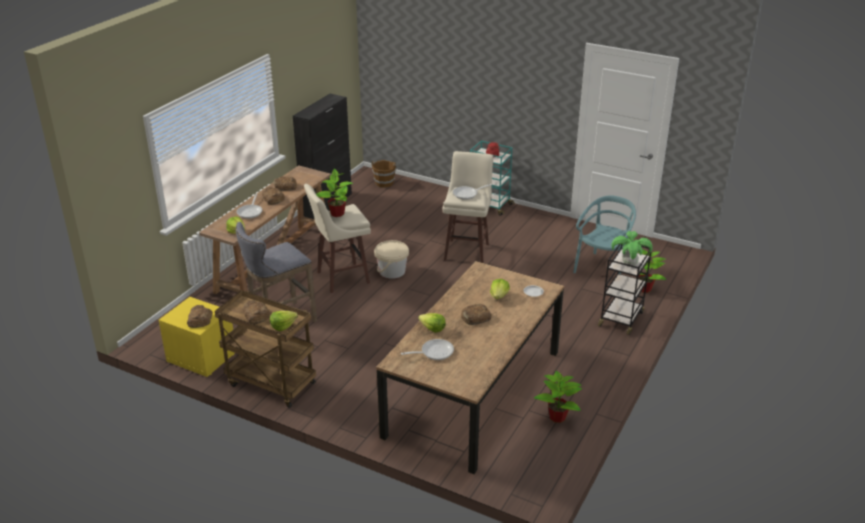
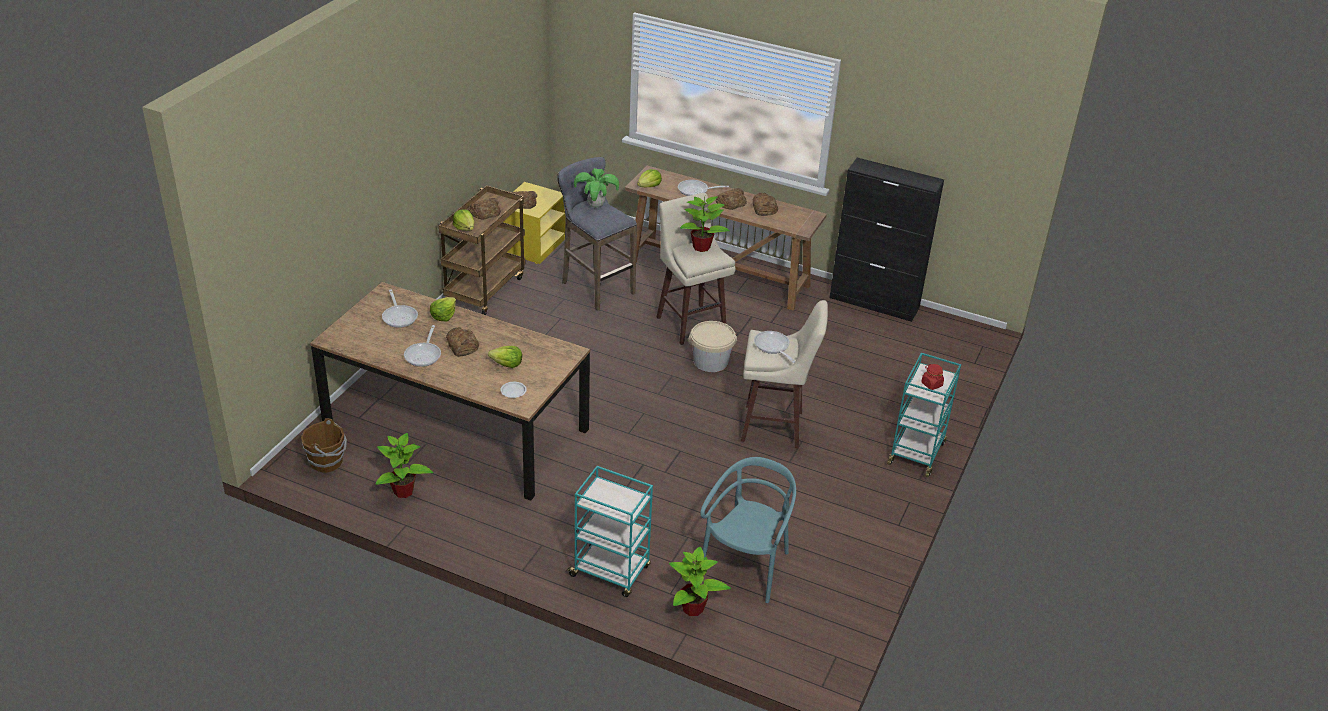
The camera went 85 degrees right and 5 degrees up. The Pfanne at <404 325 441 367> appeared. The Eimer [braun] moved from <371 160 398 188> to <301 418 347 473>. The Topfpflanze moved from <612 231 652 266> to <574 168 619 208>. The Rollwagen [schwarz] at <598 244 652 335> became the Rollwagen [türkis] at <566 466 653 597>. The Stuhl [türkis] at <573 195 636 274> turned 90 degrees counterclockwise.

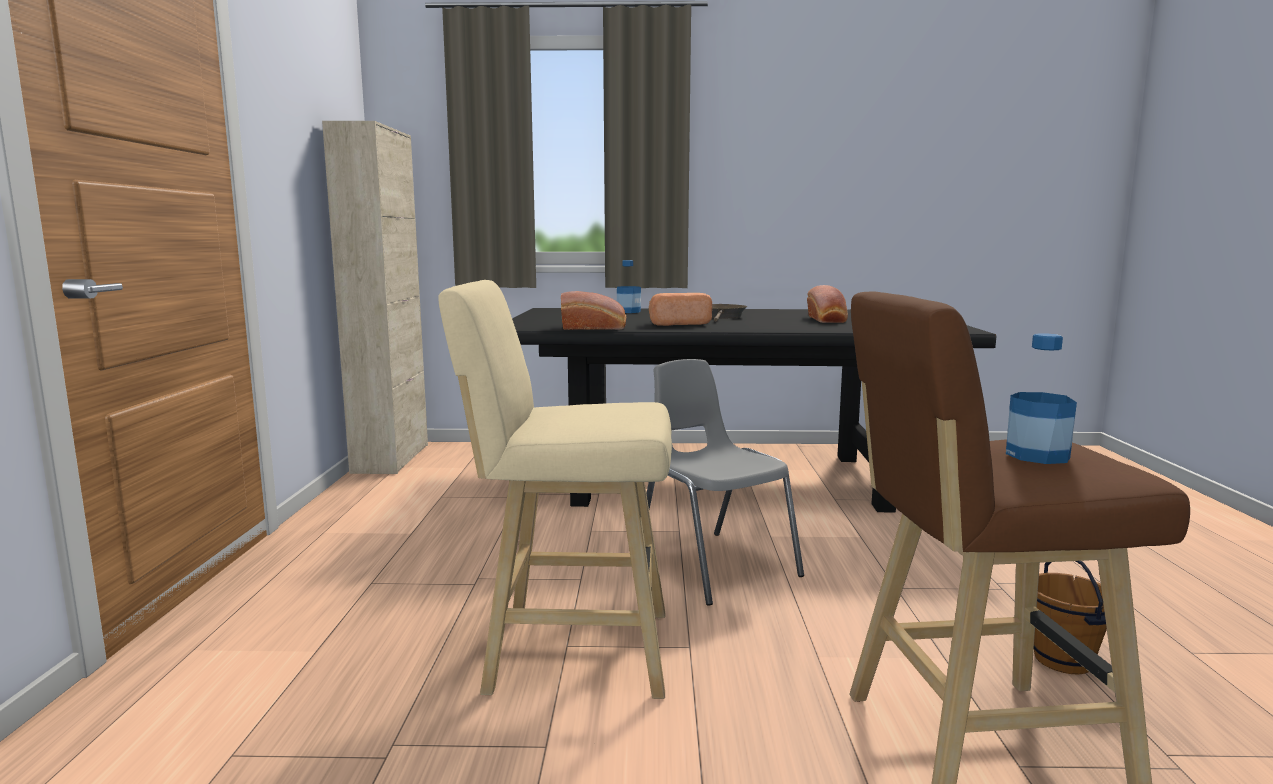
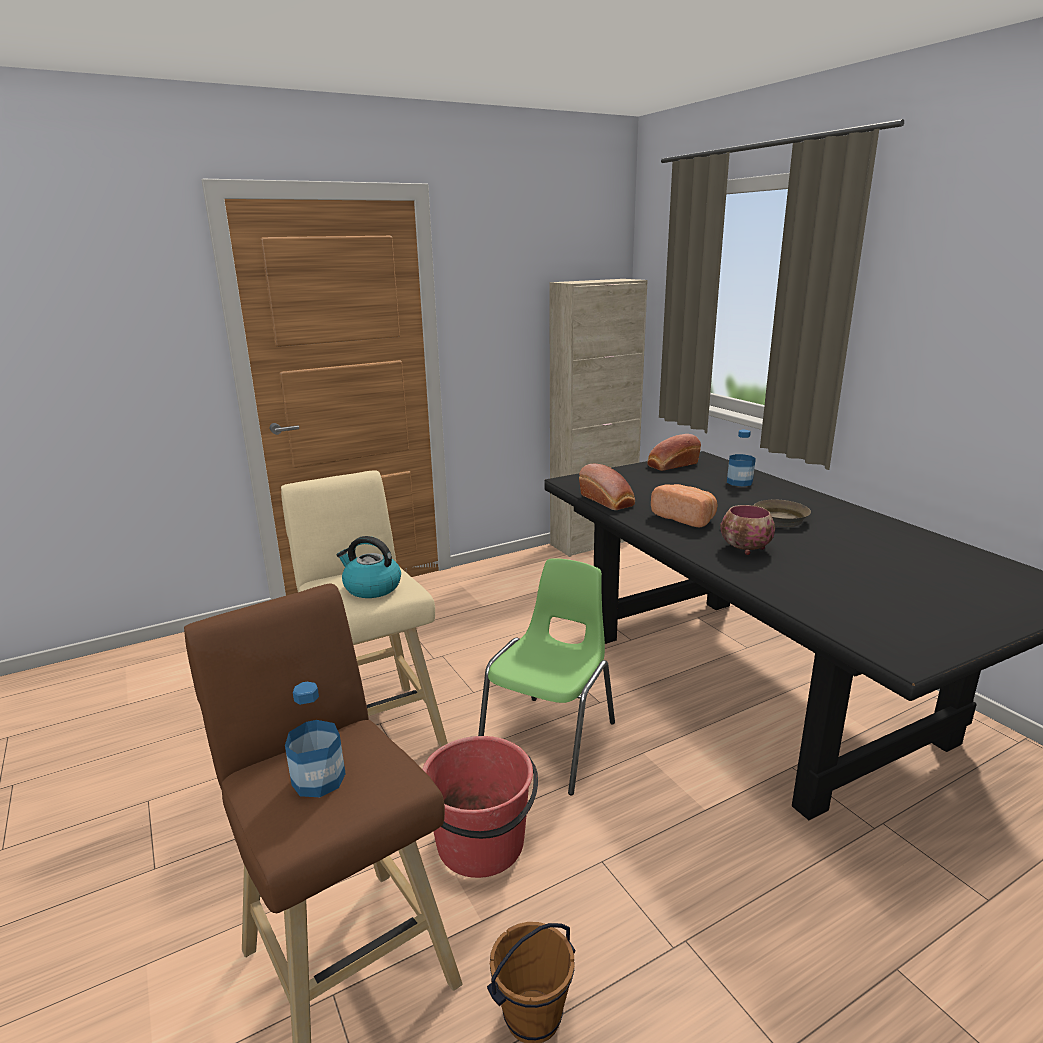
The camera went 60 degrees right and 10 degrees up. The Wasserkessel at <337 536 401 598> appeared. The Eimer [rot] at <422 736 538 878> appeared. The Schüssel at <720 505 775 555> appeared. The Brot moved from <807 285 848 323> to <647 434 701 471>. The Stuhl [grau] at <646 359 804 606> became the Stuhl [grün] at <478 559 615 796>.

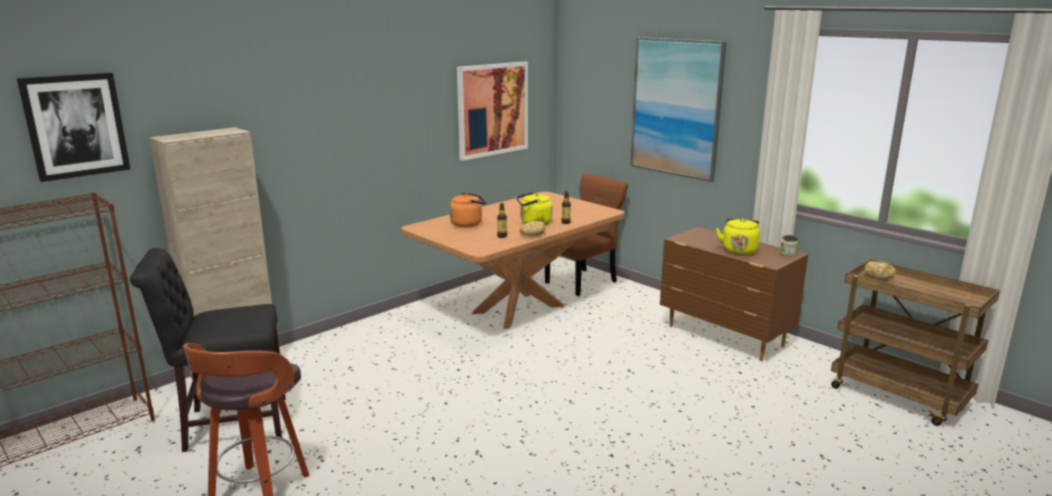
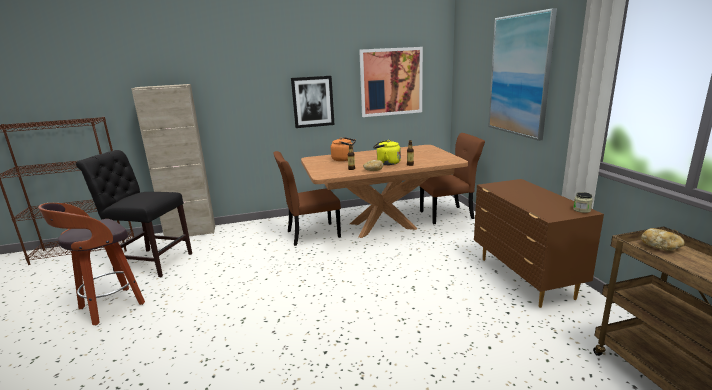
The camera went 30 degrees right and 0 degrees up. The Wasserkessel [gelb] at <716 218 760 255> disappeared. The Stuhl [braun] at <273 151 341 246> appeared. The Bild moved from <17 73 130 182> to <291 76 335 128>.

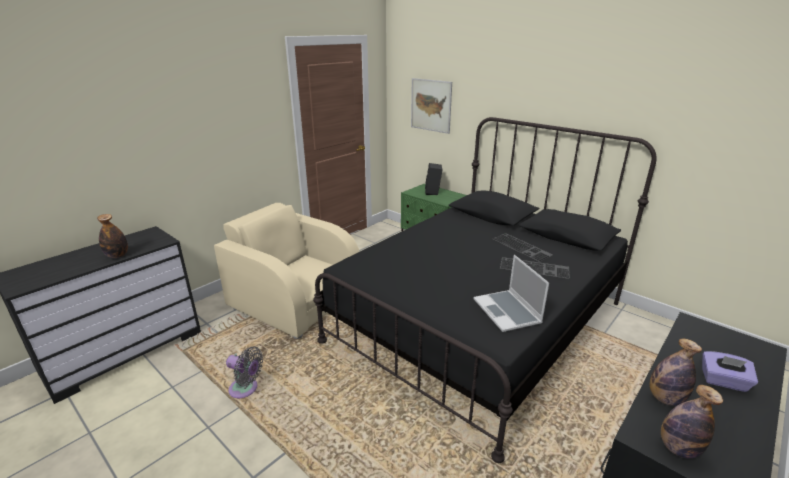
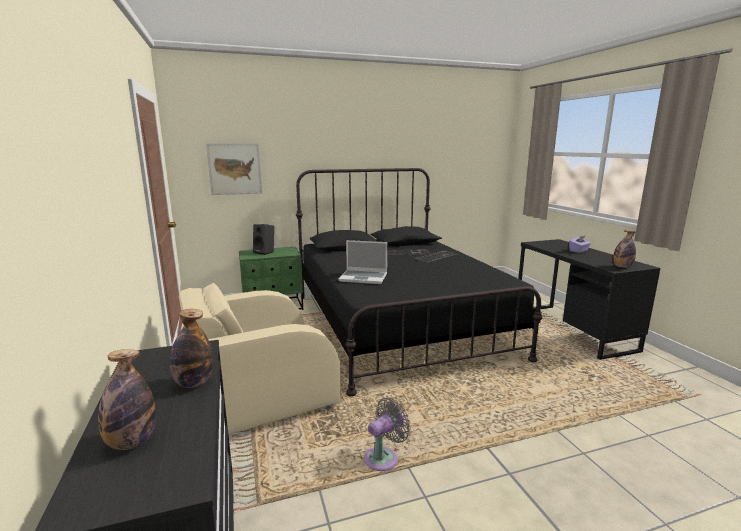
The camera went 60 degrees left and 10 degrees down. The Laptop moved from <473 255 549 332> to <338 240 387 284>. The Flasche moved from <650 338 702 406> to <98 349 156 450>.

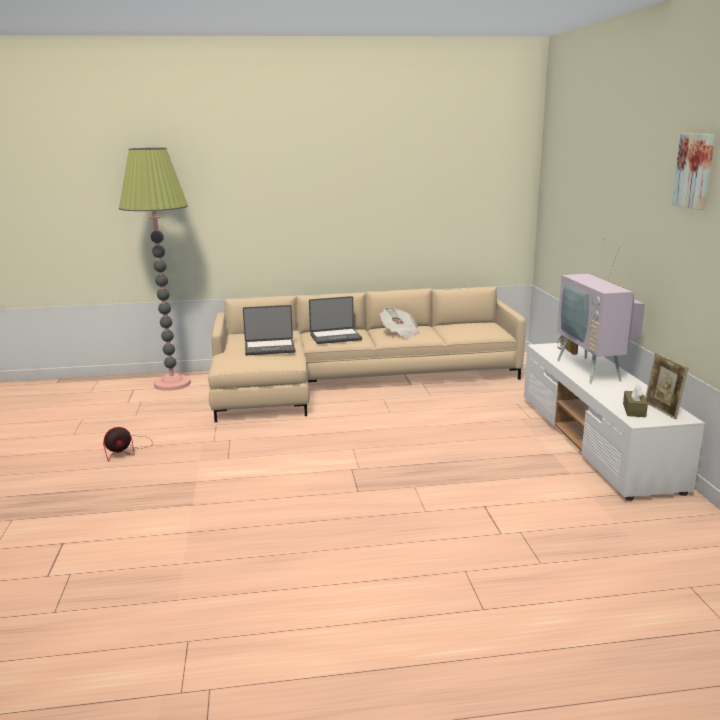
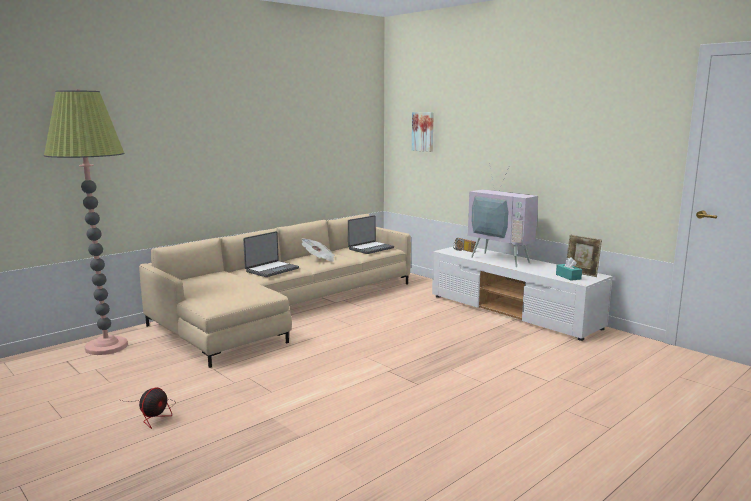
The camera went 35 degrees left and 5 degrees down. The Laptop moved from <243 305 295 355> to <348 215 394 254>. The Bild moved from <672 134 715 210> to <412 112 434 152>. The Taschentuchbox [braun] at <623 384 648 417> became the Taschentuchbox [türkis] at <556 257 582 281>.

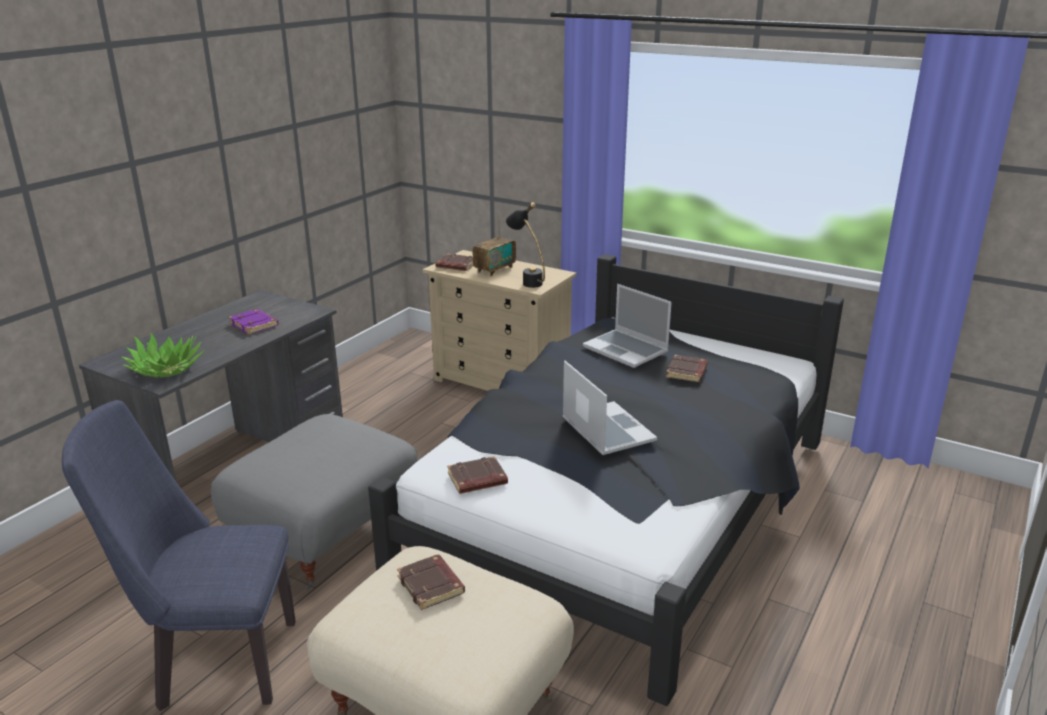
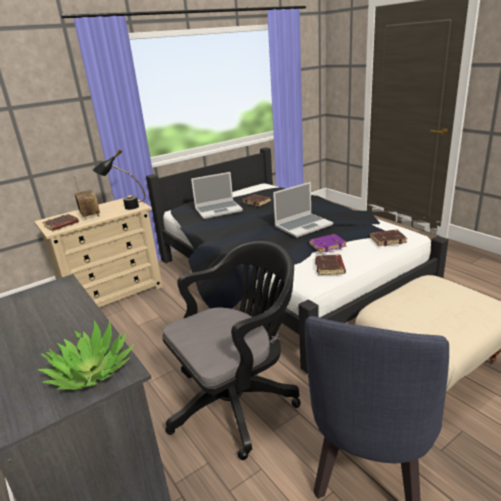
The camera went 65 degrees left and 0 degrees up. The Buch [lila] moved from <229 309 279 335> to <309 234 347 253>. The Buch [braun] moved from <397 555 465 610> to <370 230 407 246>. The Polsterhocker [grau] at <211 414 418 590> was replaced by the Bürostuhl [schwarz] at <162 241 301 460>. The Laptop at <562 361 657 455> turned 150 degrees clockwise.

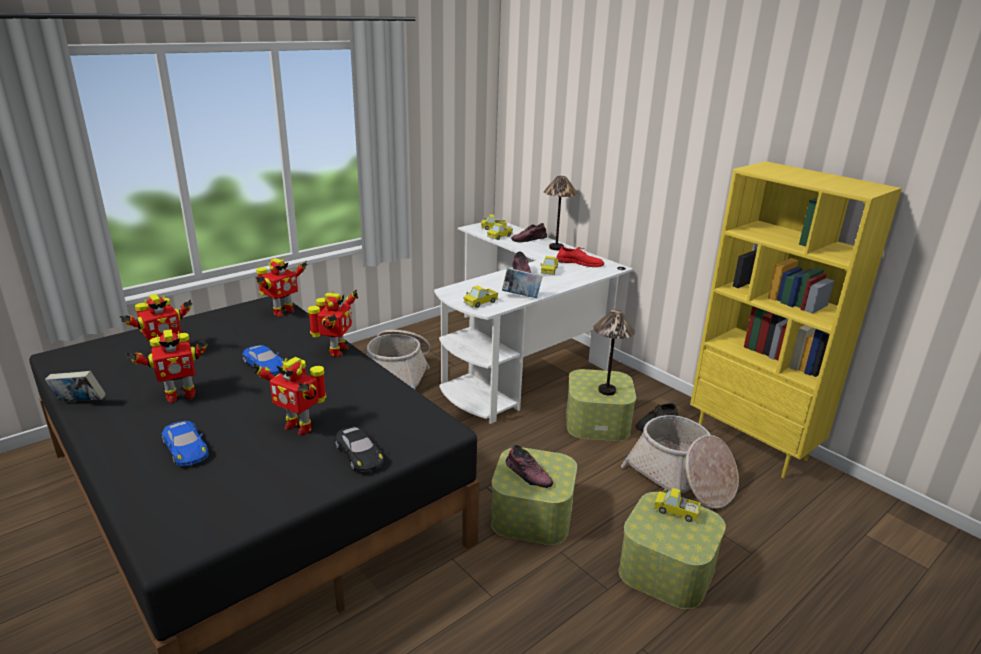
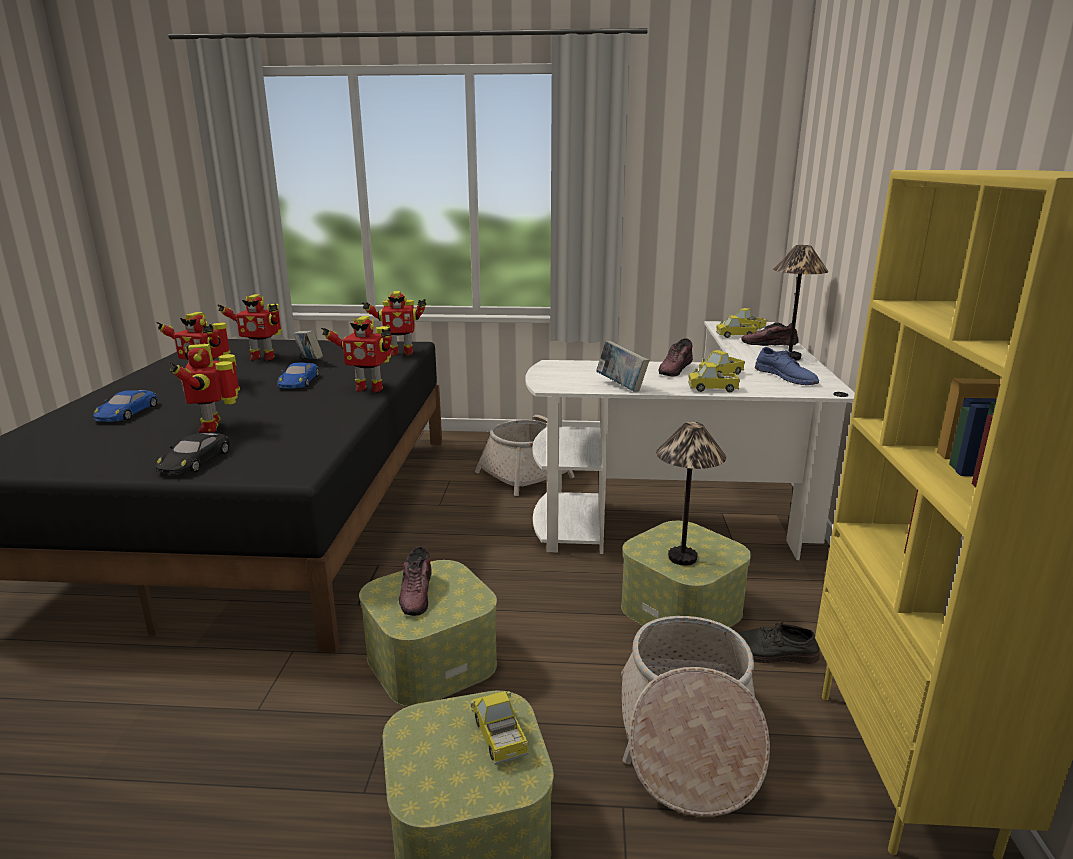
The camera went 45 degrees right and 5 degrees down. The Buch moved from <45 371 106 402> to <293 330 323 359>. The Spielzeuglaster moved from <463 286 498 308> to <688 363 740 393>. The Schuh [rot] at <556 247 604 267> became the Schuh [blau] at <755 347 819 385>. The Spielzeugroboter at <308 290 358 357> turned 45 degrees clockwise.

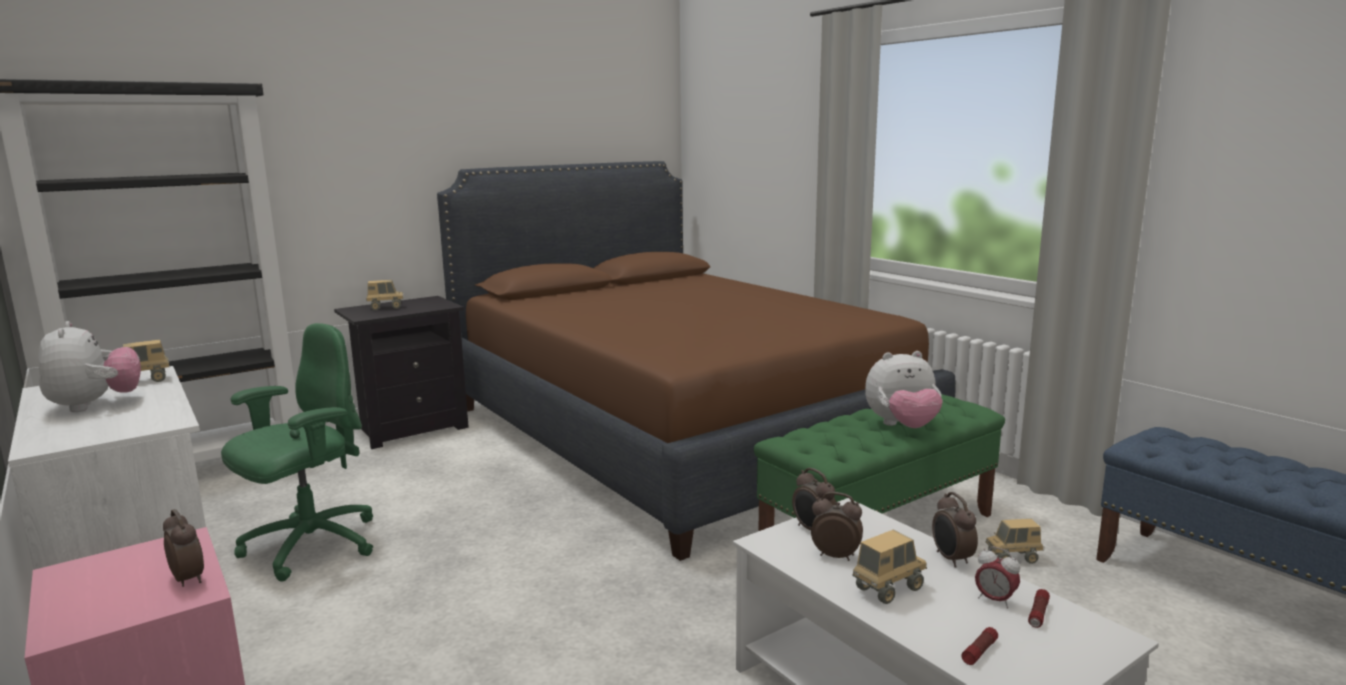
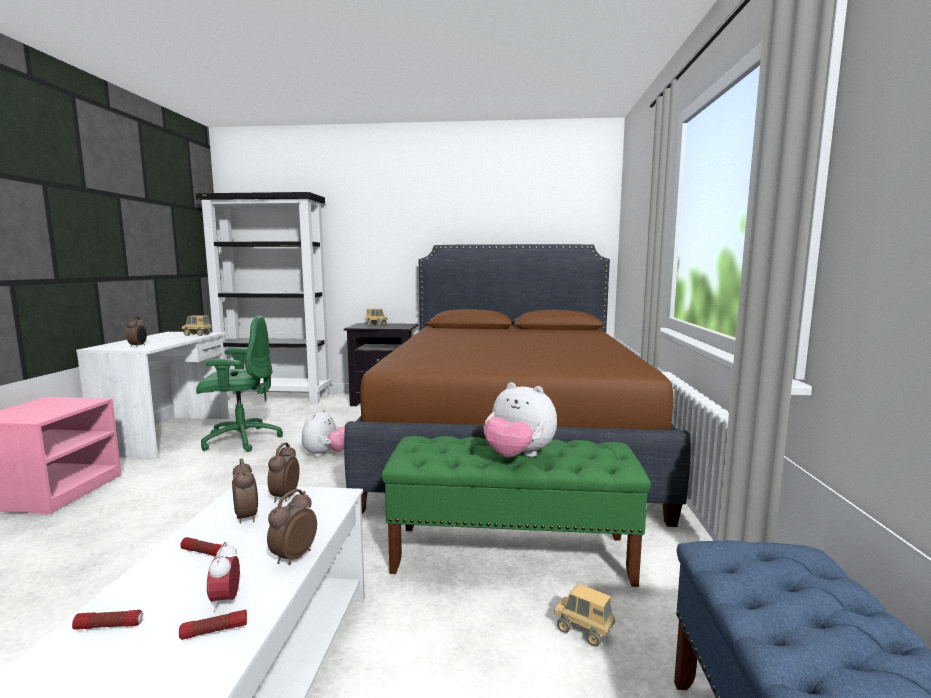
The camera went 40 degrees right and 5 degrees down. The Plüschtier moved from <38 321 141 412> to <302 409 345 457>. The Wecker moved from <163 509 204 587> to <126 316 147 347>. The Spielzeuglaster at <852 530 927 604> was replaced by the Taschenlampe at <180 537 225 557>.

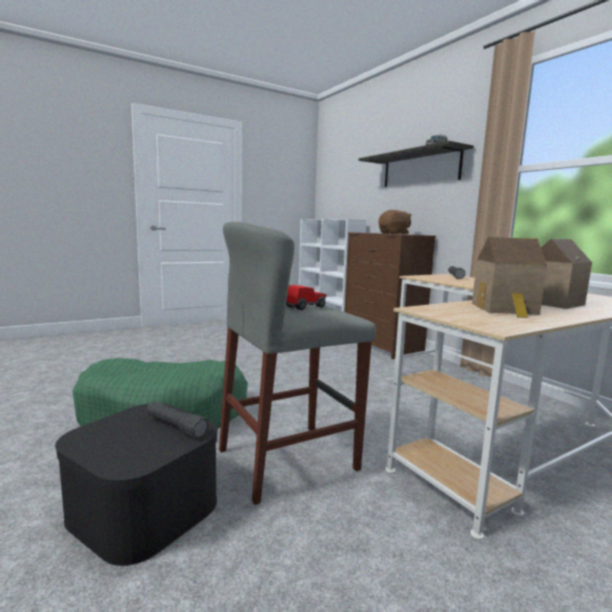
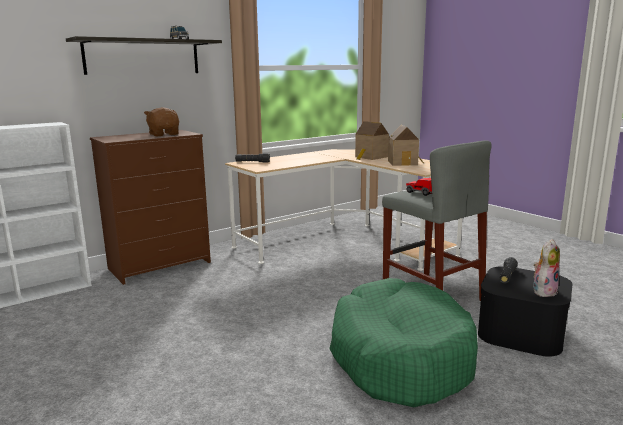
The camera went 95 degrees left and 5 degrees up. The Plüschtier at <533 239 560 297> appeared.

